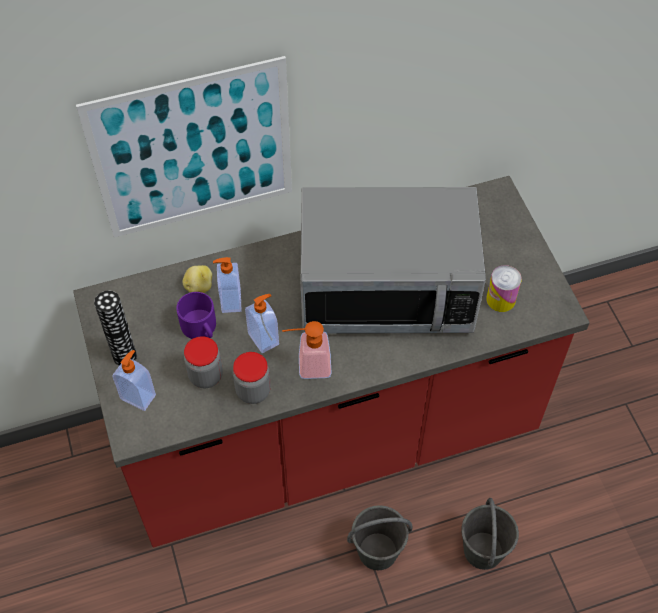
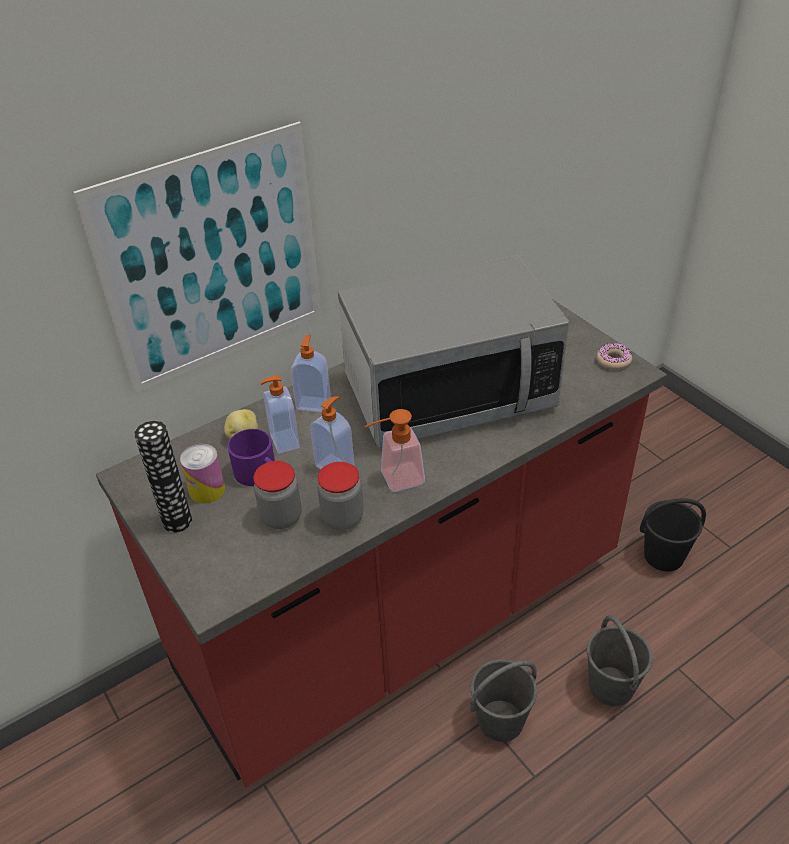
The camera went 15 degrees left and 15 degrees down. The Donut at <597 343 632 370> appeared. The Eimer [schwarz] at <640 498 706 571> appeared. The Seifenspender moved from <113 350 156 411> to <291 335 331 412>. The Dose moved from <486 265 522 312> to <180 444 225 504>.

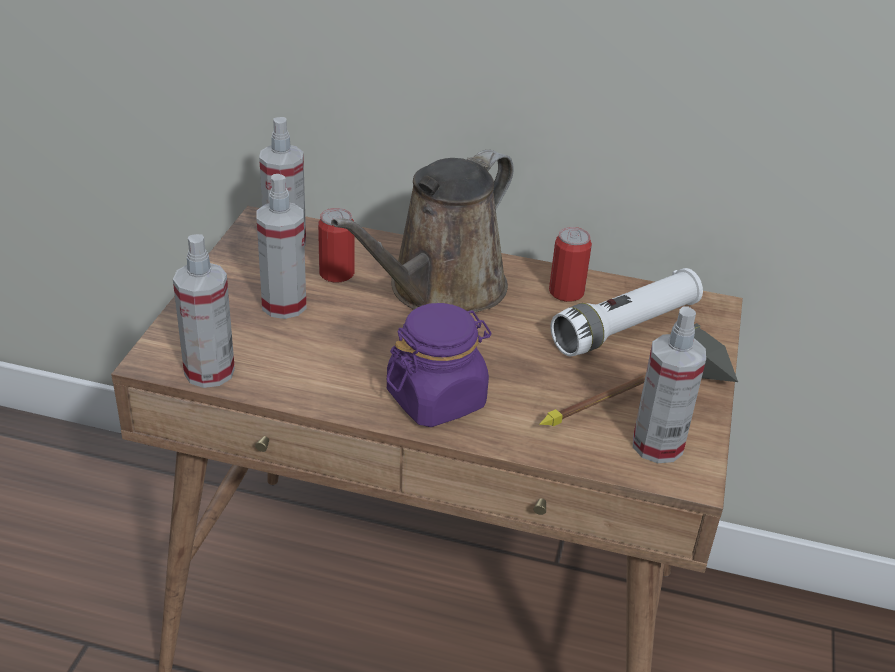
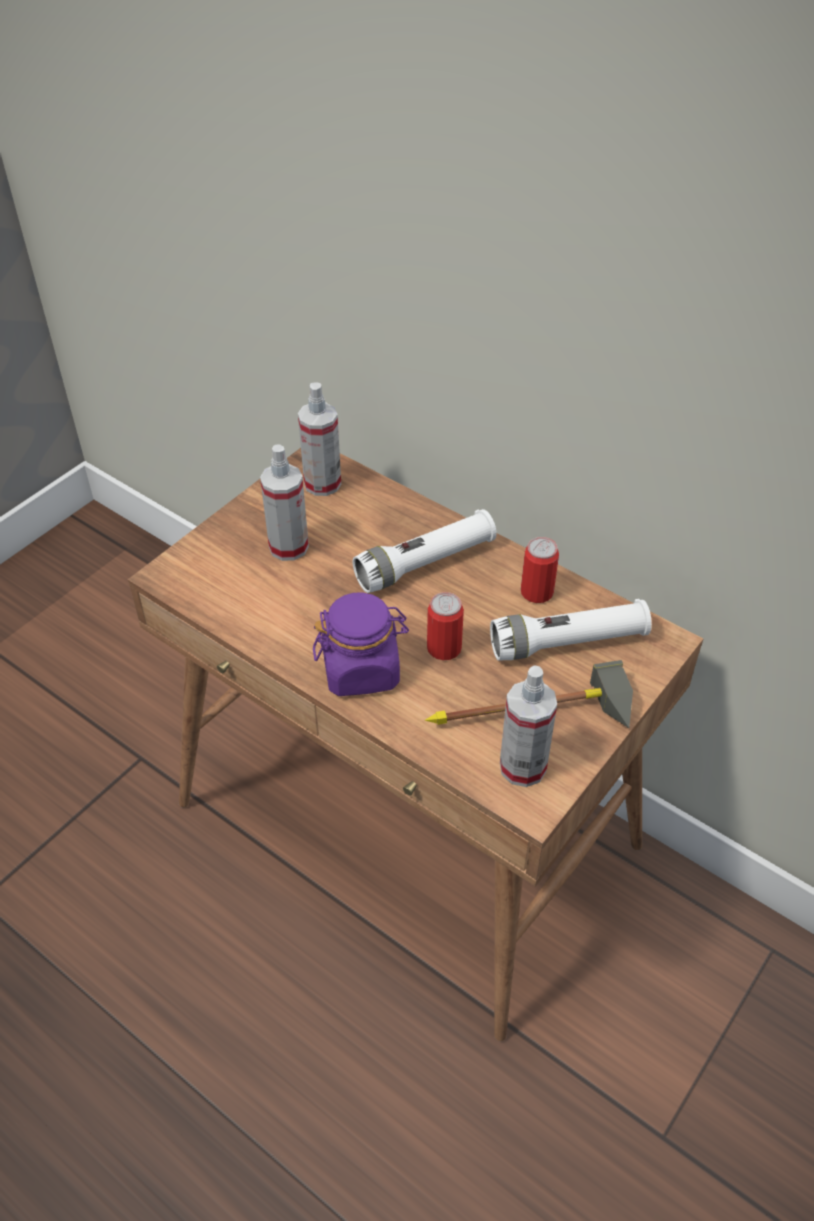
The camera went 25 degrees right and 10 degrees up. The Sprühflasche at <173 234 235 388> disappeared. The Dose moved from <318 208 355 283> to <427 592 464 660>. The Gießkanne [braun] at <331 150 514 314> was replaced by the Taschenlampe [weiß] at <352 509 497 593>.

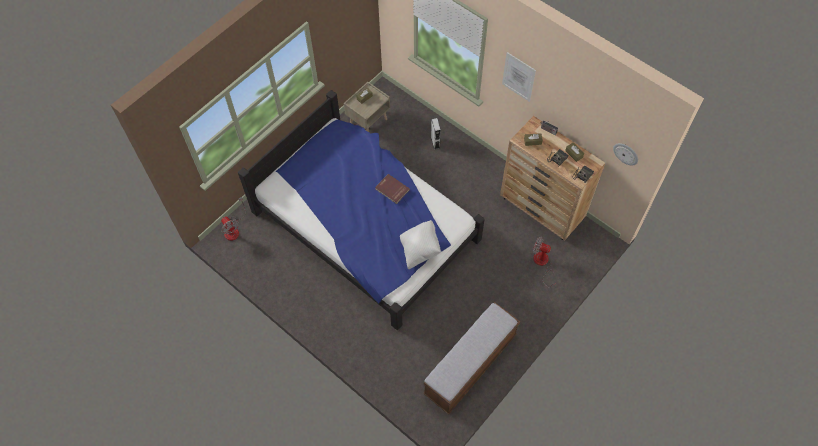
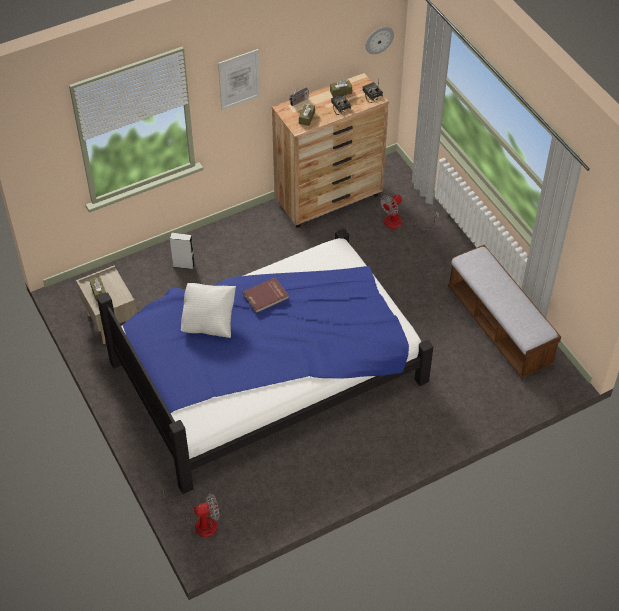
The camera went 70 degrees left and 10 degrees down. The Kissen [weiß] moved from <400 220 441 269> to <181 283 236 338>.

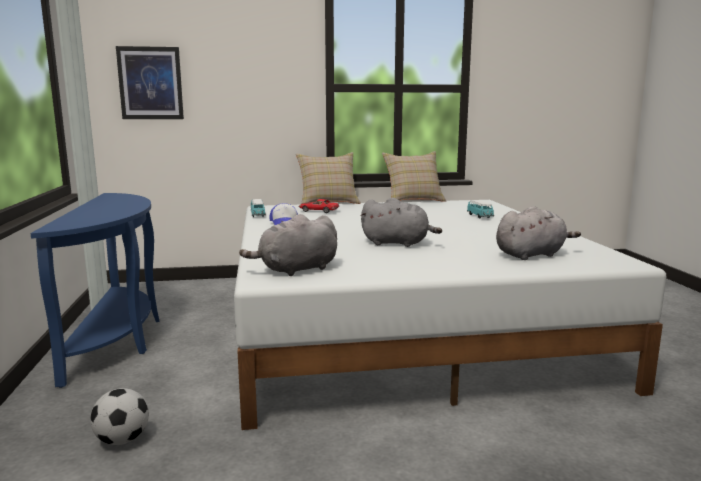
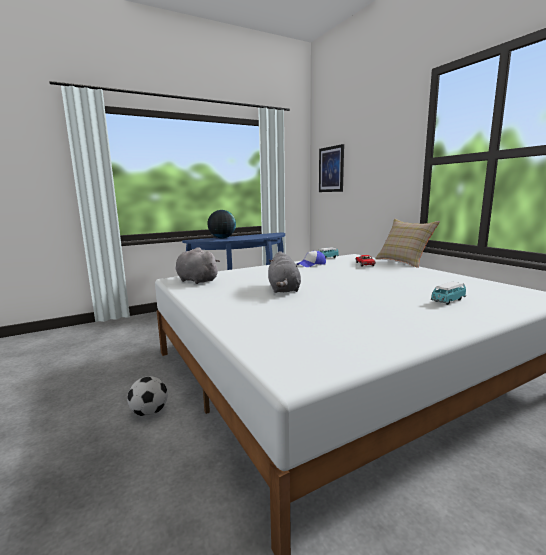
The camera went 70 degrees right and 0 degrees up. The Kissen [beige] at <382 151 446 202> disappeared. The Plüschtier [grau] at <496 206 581 260> disappeared. The Globus at <207 210 236 238> appeared. The Fußball moved from <90 388 149 445> to <127 376 168 417>.

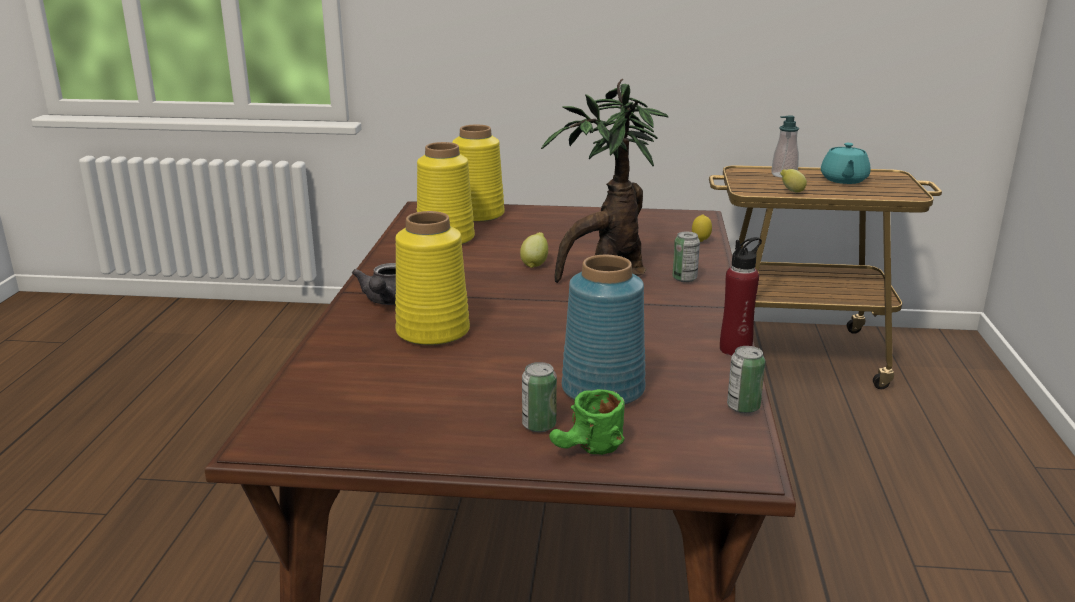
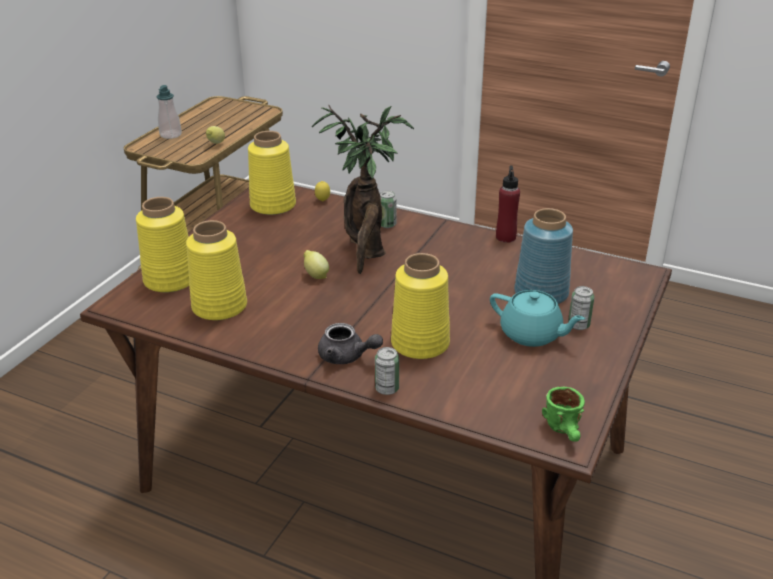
The camera went 70 degrees left and 10 degrees up. The Vase [gelb] at <248 131 296 215> appeared. The Henkelbecher [grün] moved from <549 389 625 455> to <542 387 585 441>. The Dose moved from <727 346 765 414> to <375 347 399 395>. The Teekanne [türkis] moved from <821 143 871 184> to <490 290 586 347>.

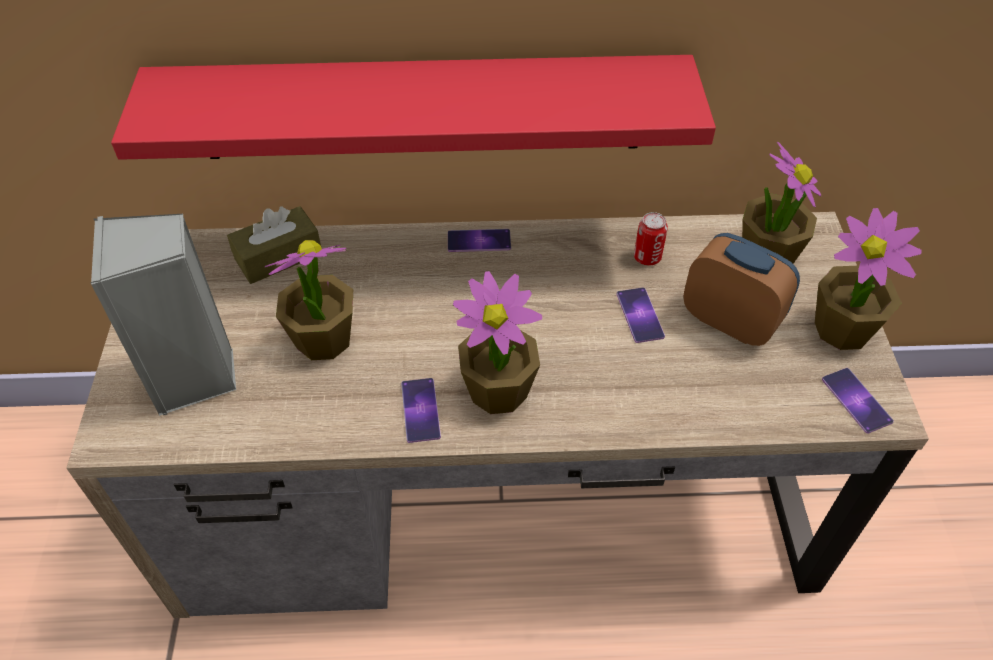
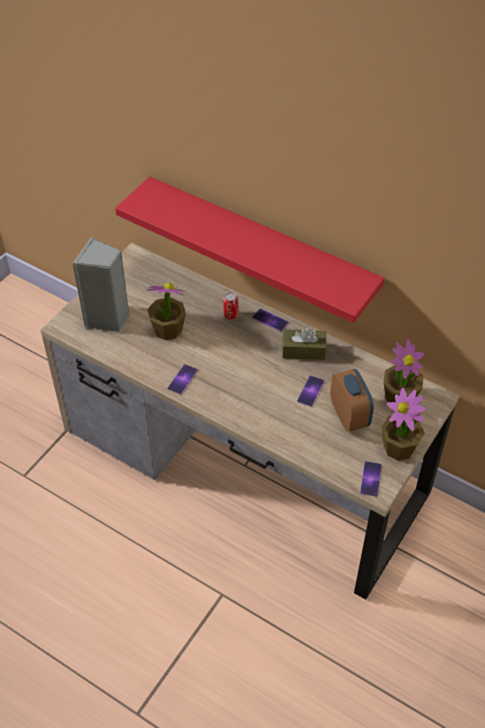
The camera went 35 degrees right and 0 degrees up. The Topfpflanze at <453 271 542 414> disappeared. The Taschentuchbox [braun] moved from <227 206 321 284> to <282 327 326 360>. The Dose moved from <634 212 668 266> to <223 292 238 319>.

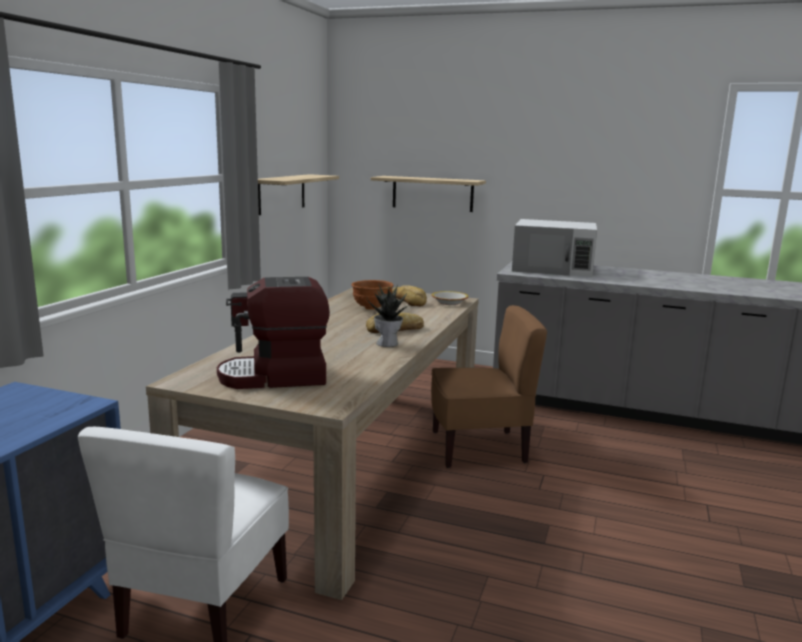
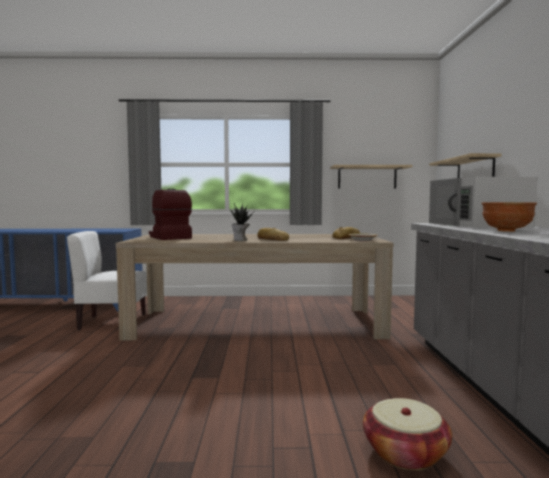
The camera went 70 degrees right and 10 degrees down. The Stuhl [braun] at <431 305 547 468> disappeared. The Korb at <363 398 452 470> appeared. The Schüssel [braun] moved from <351 280 393 310> to <481 202 537 232>.

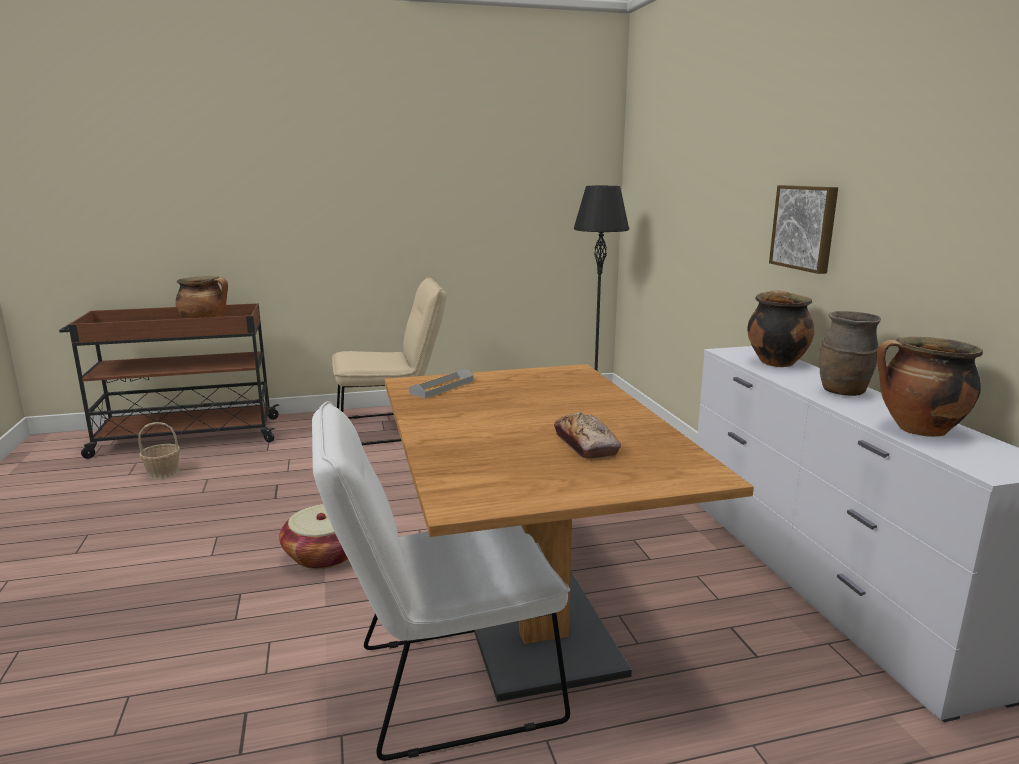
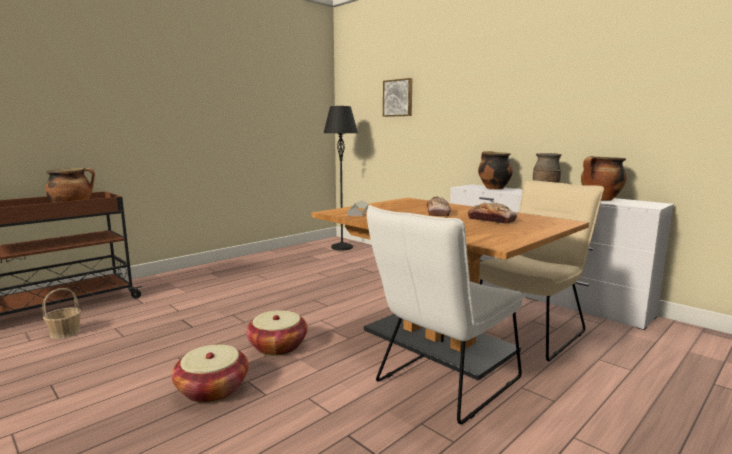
The camera went 30 degrees left and 5 degrees down. The Korb at <172 345 249 403> appeared. The Brot at <427 196 451 216> appeared. The Stuhl [beige] moved from <332 277 447 445> to <479 180 604 361>. The Bild moved from <769 185 838 274> to <383 78 413 117>.

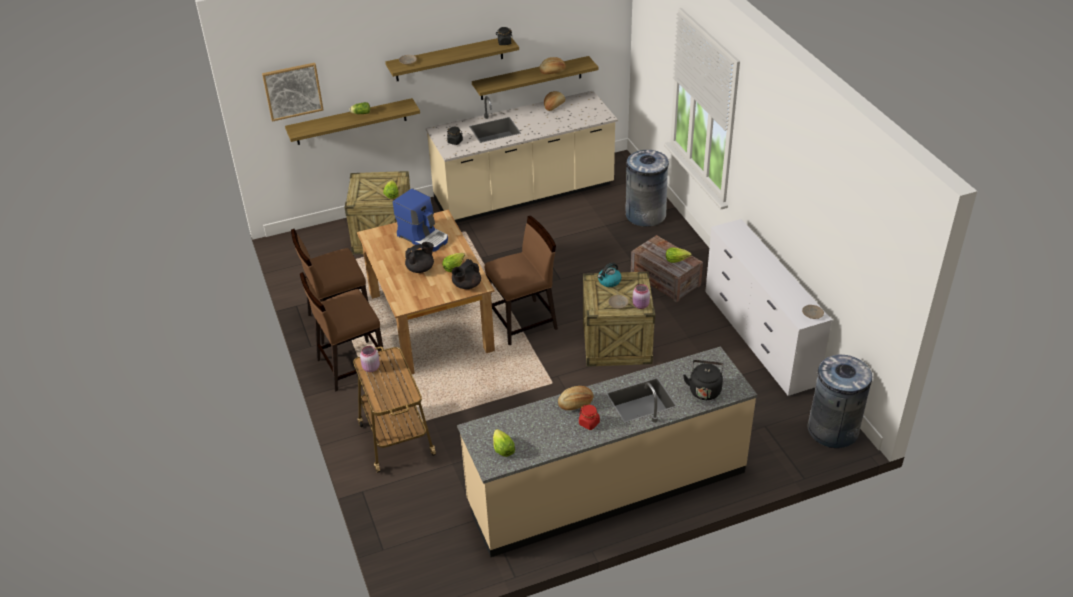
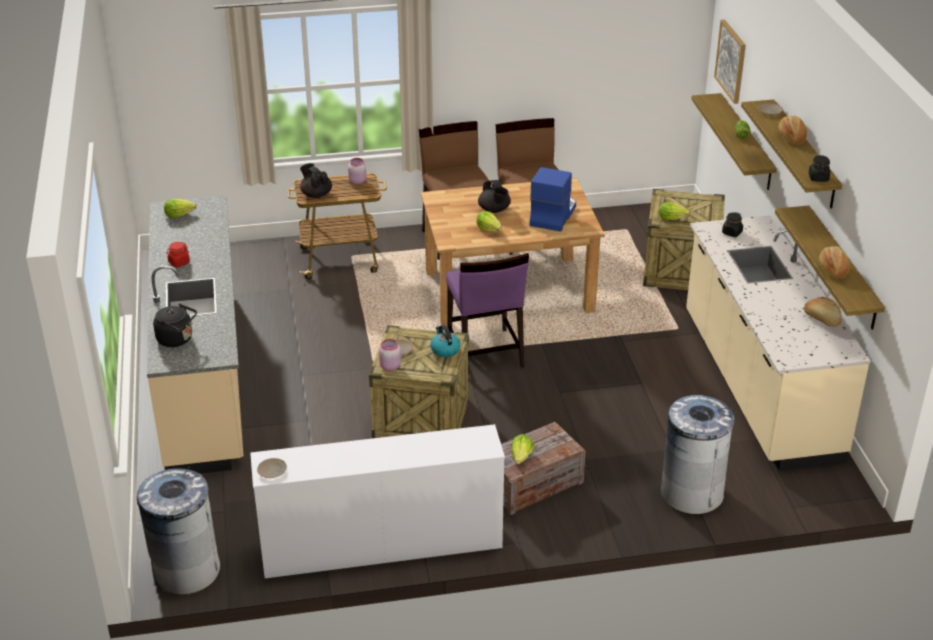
The camera went 100 degrees right and 5 degrees down. The Teekanne [schwarz] moved from <452 259 481 289> to <300 163 332 198>. The Brot moved from <558 386 594 410> to <778 116 807 145>. The Stuhl [braun] at <485 216 558 345> became the Stuhl [lila] at <446 253 529 368>. The Kaffeemaschine at <393 188 448 252> turned 150 degrees clockwise.

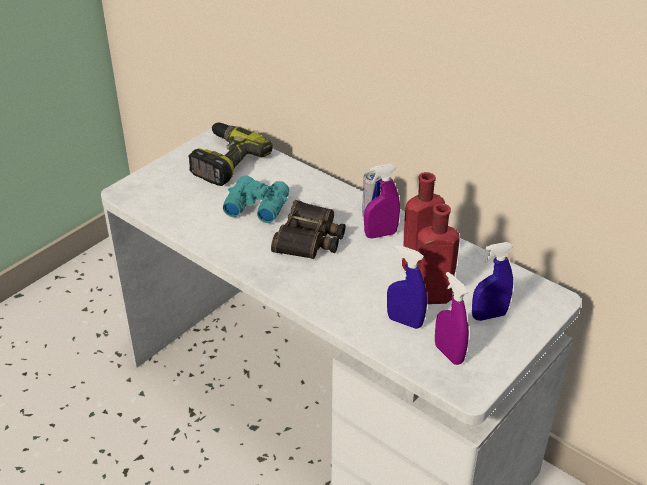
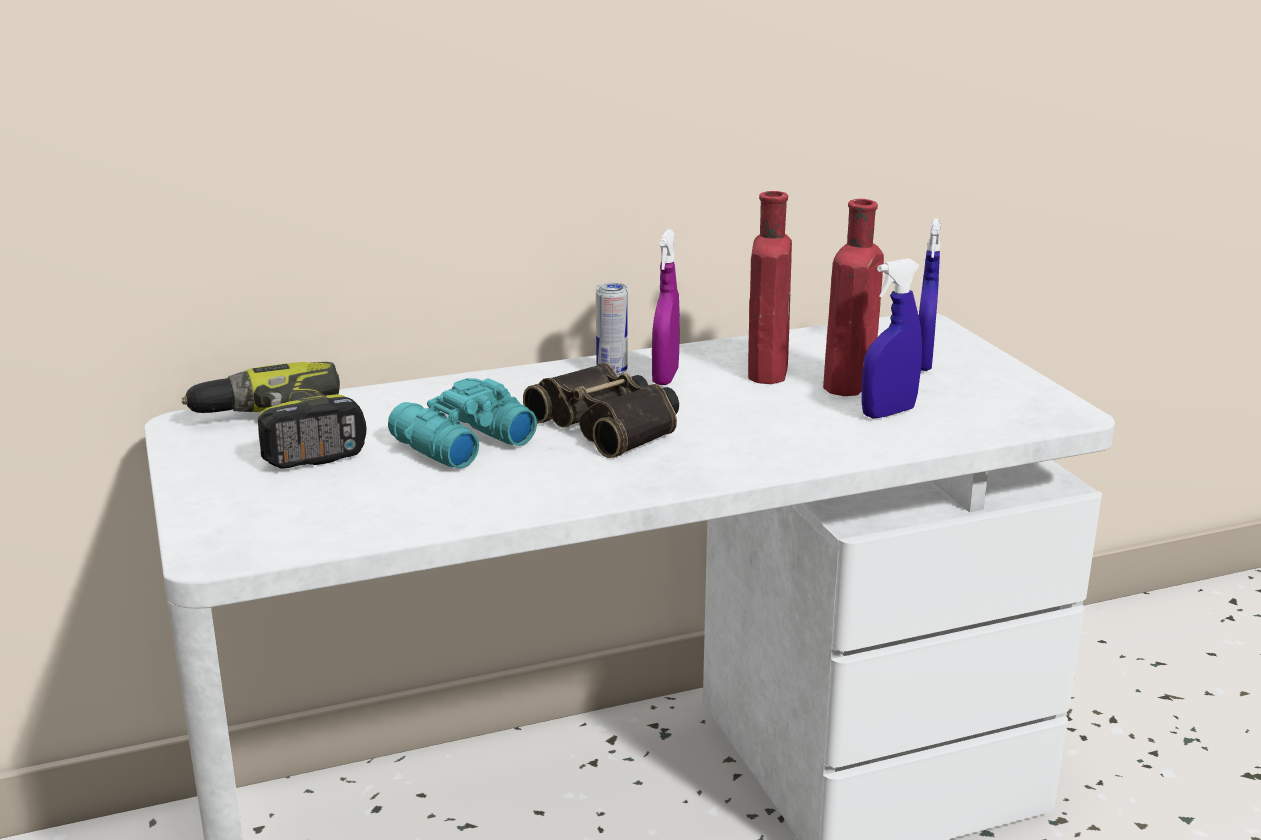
The camera went 60 degrees left and 15 degrees down. The Sprühflasche [lila] at <435 272 469 365> disappeared.

